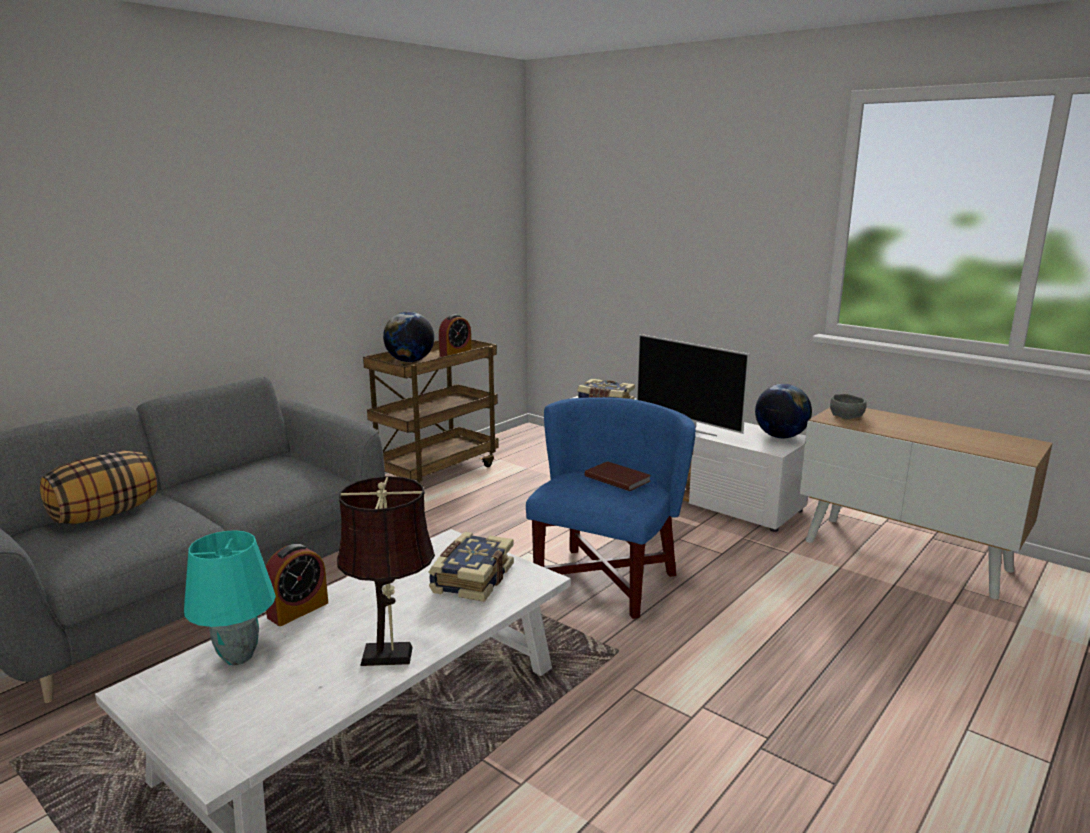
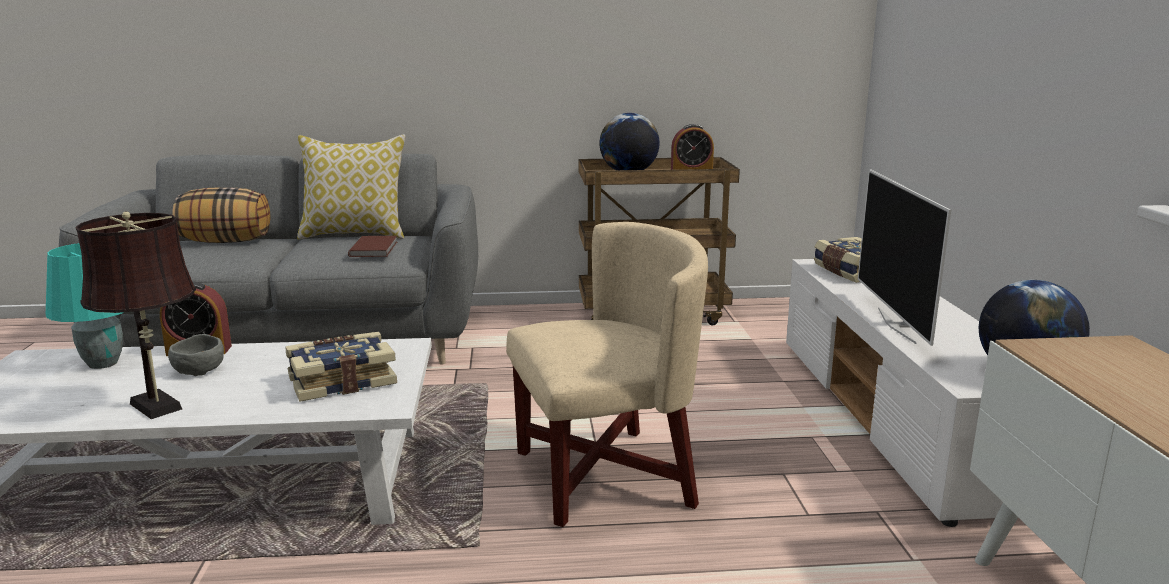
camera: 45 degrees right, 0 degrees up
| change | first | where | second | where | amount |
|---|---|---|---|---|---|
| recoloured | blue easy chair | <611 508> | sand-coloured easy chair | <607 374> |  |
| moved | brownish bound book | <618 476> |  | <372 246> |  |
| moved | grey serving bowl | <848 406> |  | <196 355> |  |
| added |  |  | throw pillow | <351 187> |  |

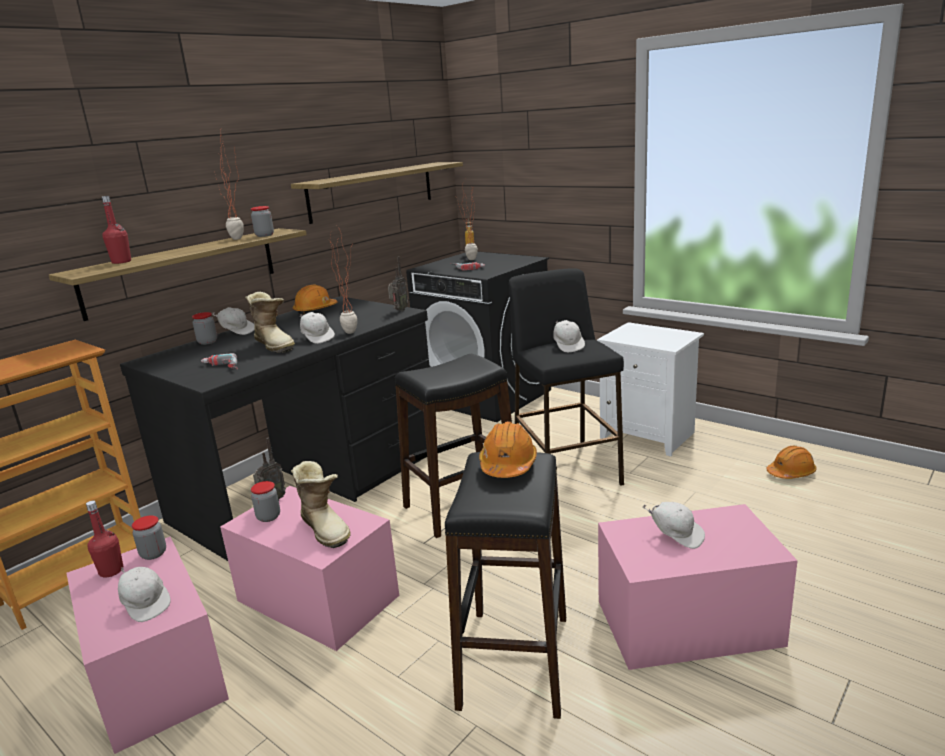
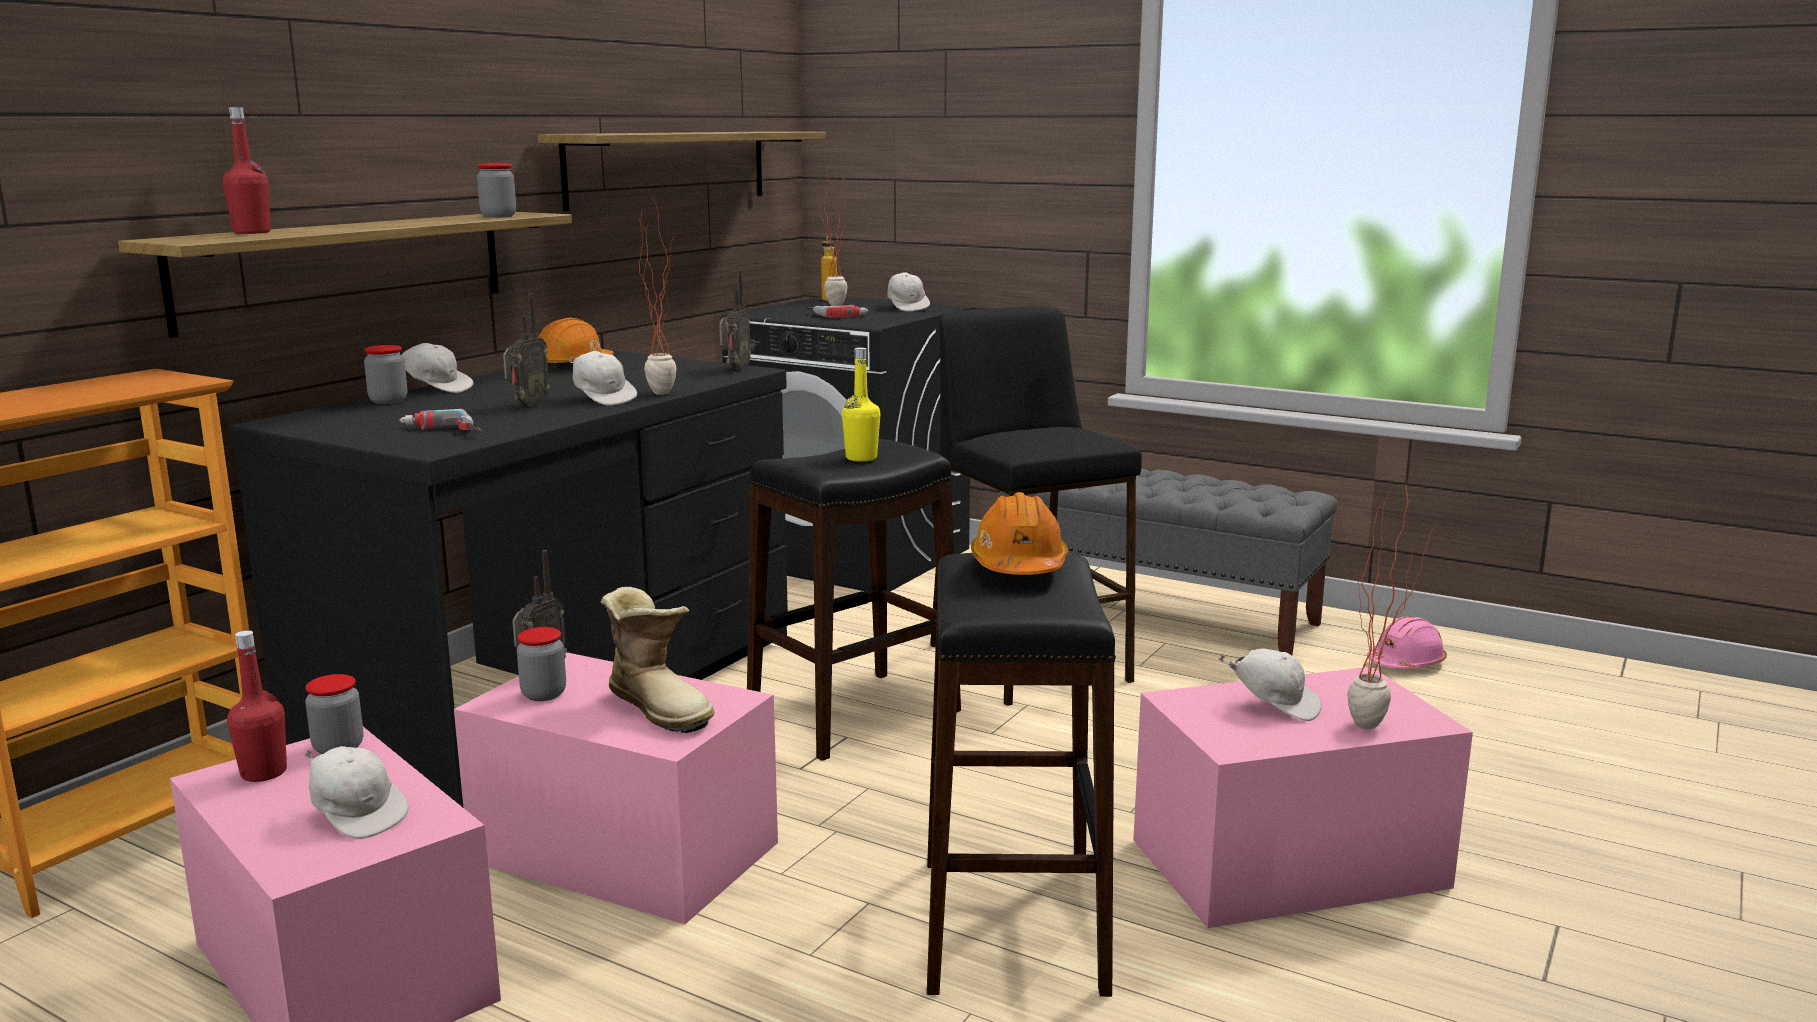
camera: 10 degrees left, 5 degrees down
| change | first | where | second | where | amount |
|---|---|---|---|---|---|
| moved | potted plant | <230 185> |  | <1392 608> |  |
| replaced | tall boot | <270 322> | radio | <526 350> |  |
| moved | whitish peaked cap | <569 336> |  | <908 291> |  |
| replaced | whitish bedside table | <650 389> | grey indoor bench | <1169 561> |  |
| recoloured | orange safety helmet | <792 462> | pinkish safety helmet | <1407 642> |  |
| added |  |  | yellow-coloured bottle | <861 405> |  |

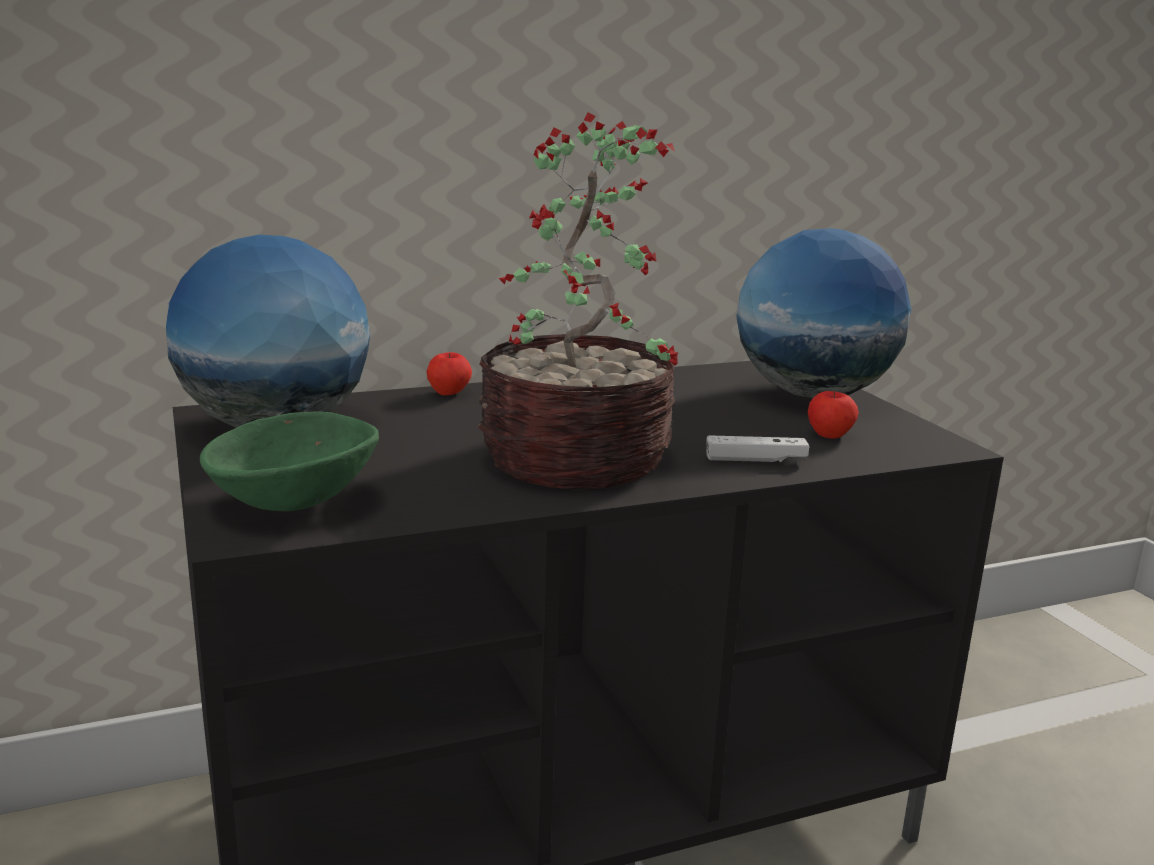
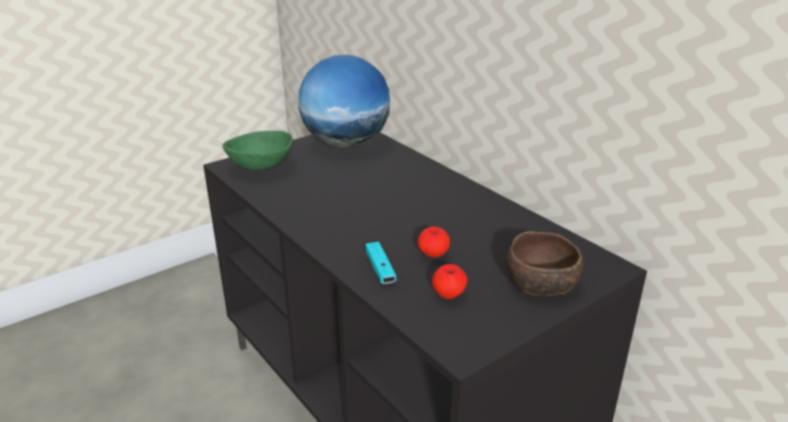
camera: 75 degrees right, 10 degrees up
| change | first | where | second | where | amount |
|---|---|---|---|---|---|
| moved | whole apple | <449 373> |  | <433 242> |  |
| removed | potted plant | <578 301> |  |  |  |
| recoloured | whitish game controller | <757 448> | turquoise-coloured game controller | <380 263> |  |
| replaced | globe | <823 313> | brownish serving bowl | <545 263> |  |

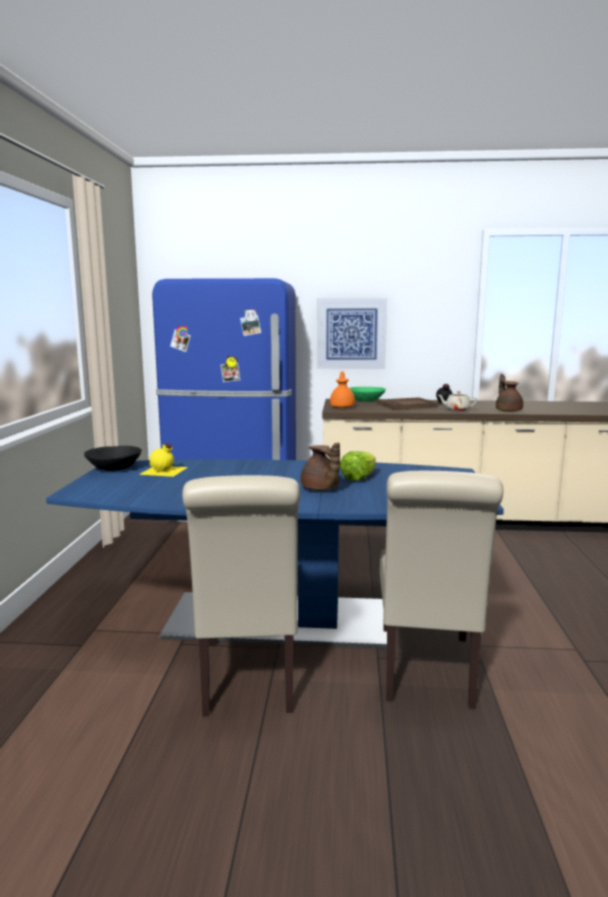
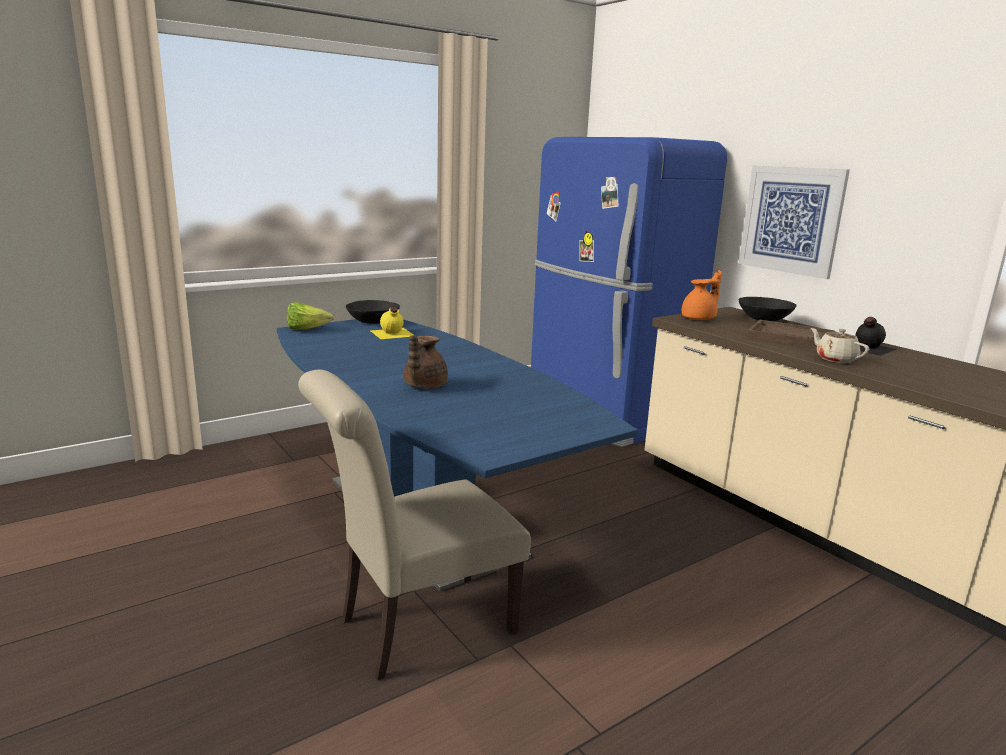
camera: 50 degrees right, 5 degrees up
| change | first | where | second | where | amount |
|---|---|---|---|---|---|
| removed | sand-coloured plain chair | <241 595> |  |  |  |
| moved | head of lettuce | <357 466> |  | <310 316> |  |
| recoloured | greenish serving bowl | <368 394> | blackish serving bowl | <767 309> |  |
| removed | brownish pot for tea | <509 393> |  |  |  |

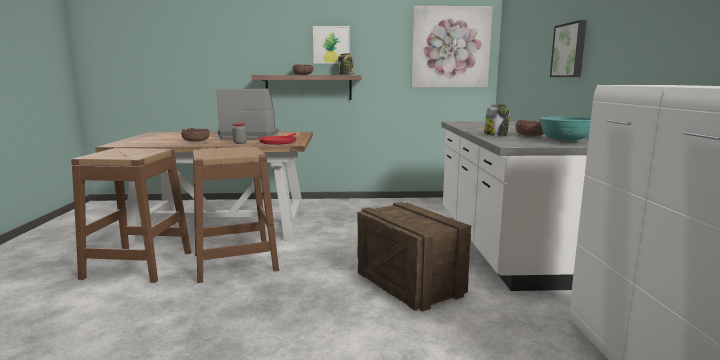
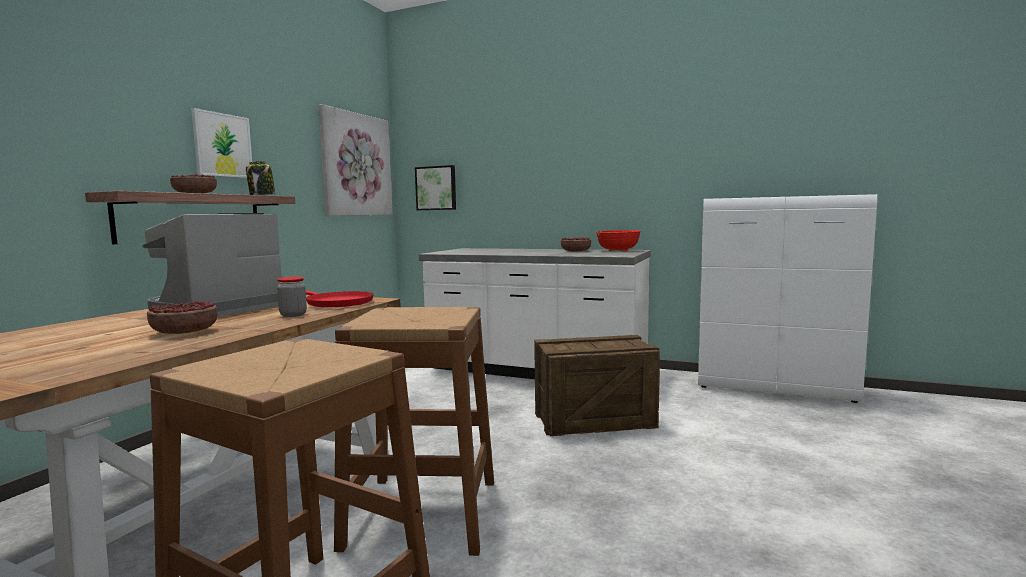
camera: 65 degrees left, 5 degrees down
| change | first | where | second | where | amount |
|---|---|---|---|---|---|
| removed | preserve jar | <497 120> |  |  |  |
| recoloured | turquoise-coloured serving bowl | <565 129> | red-coloured serving bowl | <618 240> |  |
| moved | wall picture | <568 48> |  | <435 187> |  |

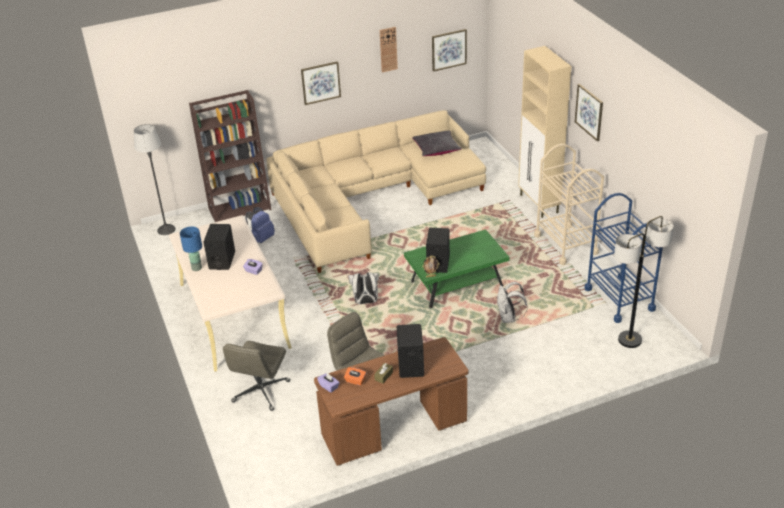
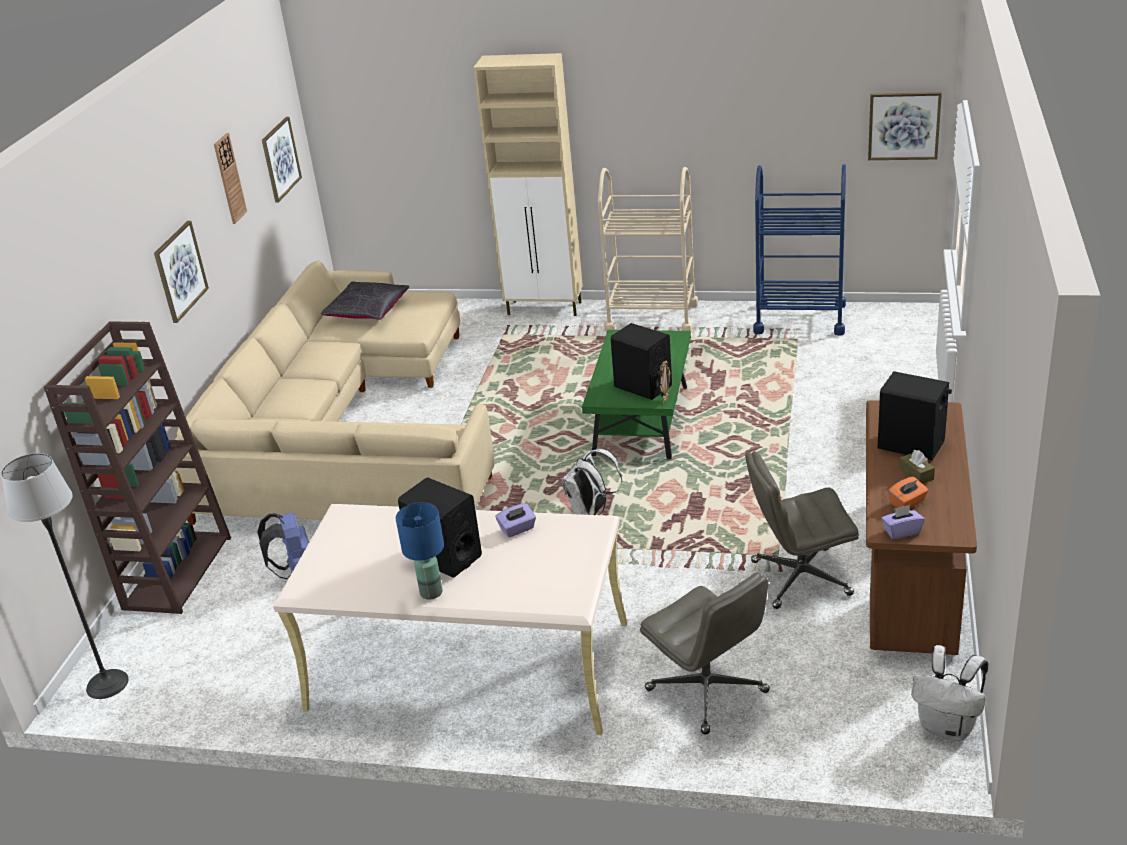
camera: 55 degrees left, 5 degrees down
| change | first | where | second | where | amount |
|---|---|---|---|---|---|
| moved | whitish knapsack | <512 302> |  | <949 693> |  |
| moved | wall picture | <589 112> |  | <905 126> |  |
| removed | standard lamp | <644 282> |  |  |  |

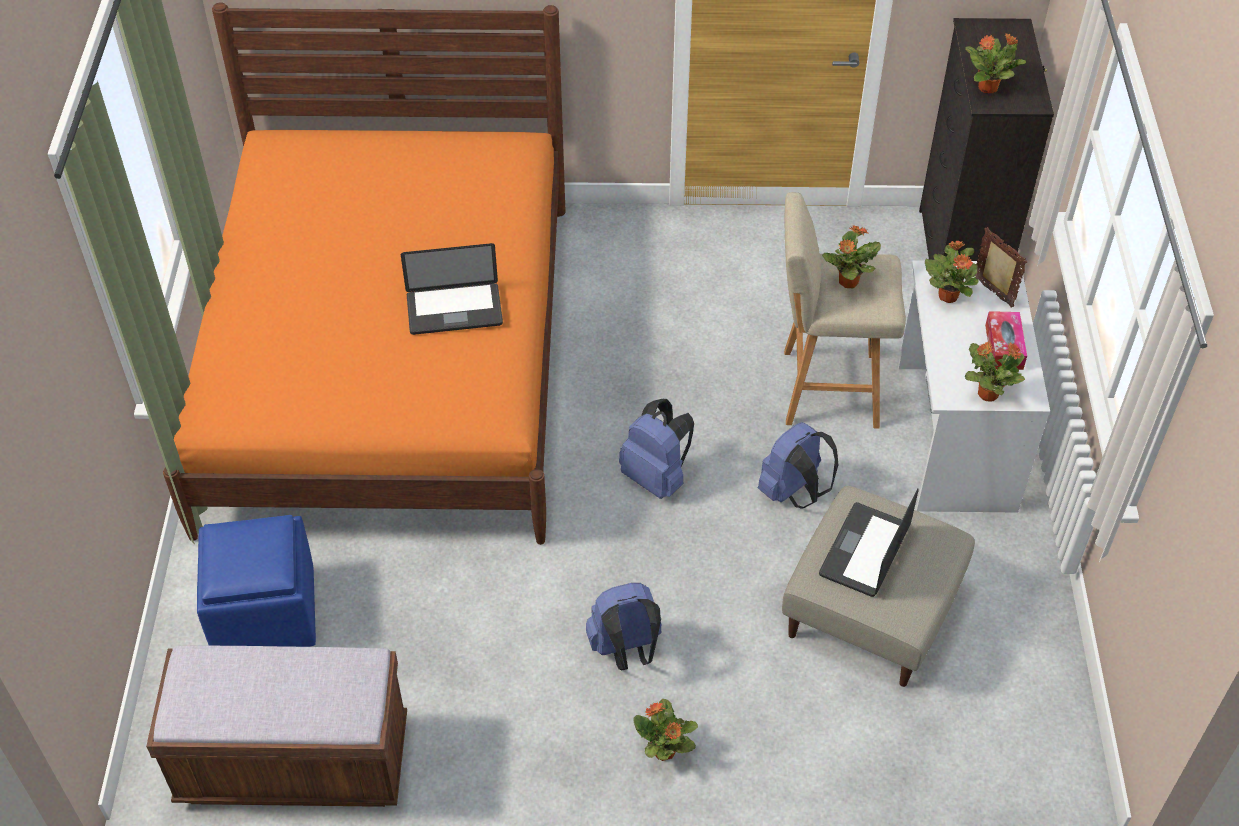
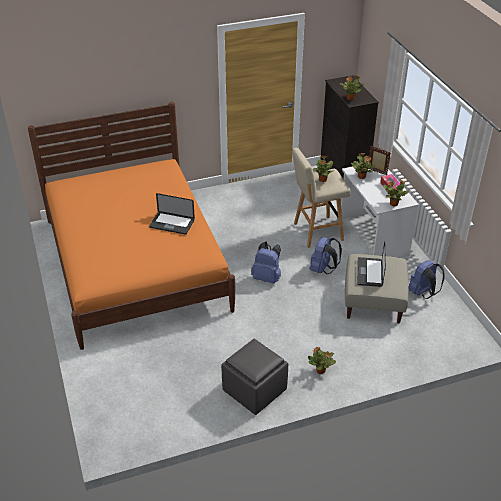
camera: 20 degrees left, 10 degrees down
| change | first | where | second | where | amount |
|---|---|---|---|---|---|
| removed | brownish indoor bench | <276 726> |  |  |  |
| removed | blue footrest | <256 581> |  |  |  |
| turned | notebook computer | <452 289> |  | <172 214> | 45 degrees clockwise |
| moved | blue knapsack | <623 626> |  | <427 279> |  |
| added |  |  | grey footrest | <254 377> |  |

